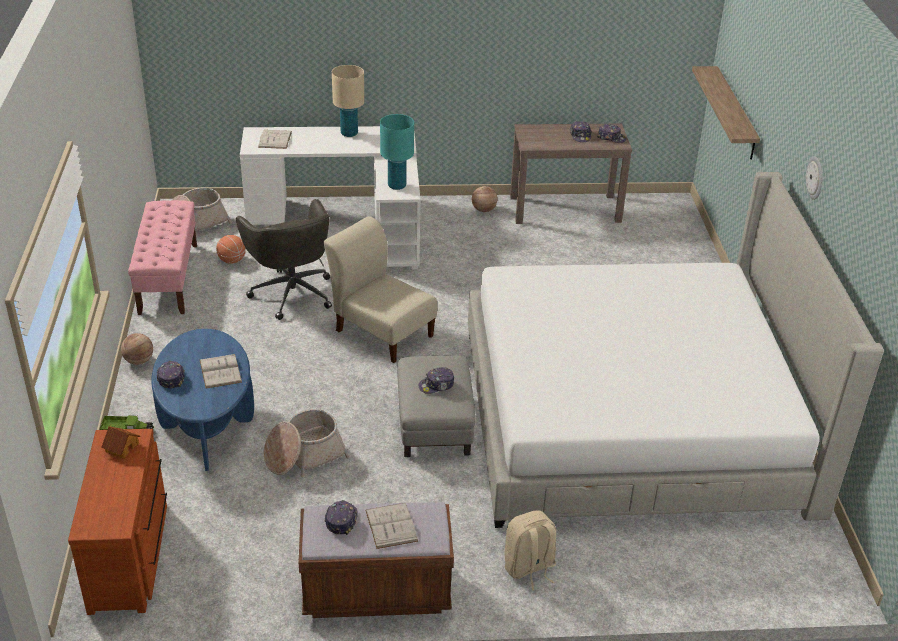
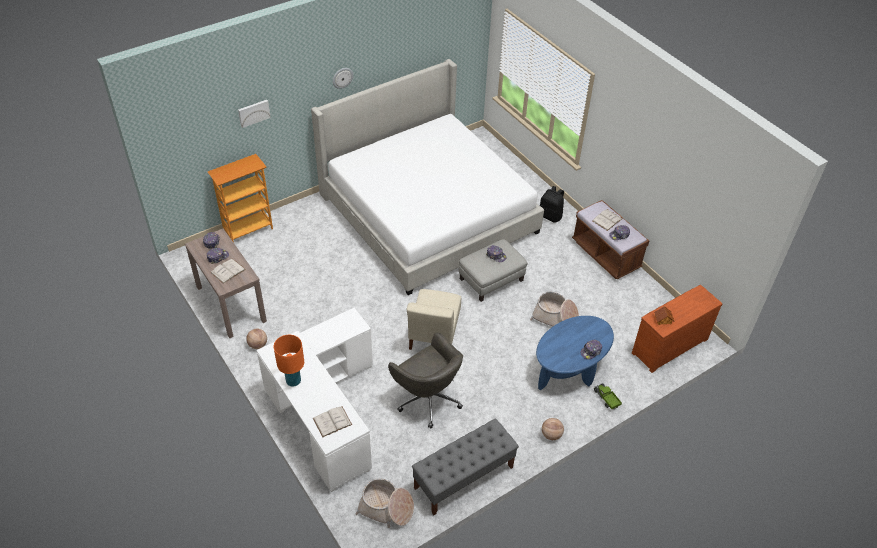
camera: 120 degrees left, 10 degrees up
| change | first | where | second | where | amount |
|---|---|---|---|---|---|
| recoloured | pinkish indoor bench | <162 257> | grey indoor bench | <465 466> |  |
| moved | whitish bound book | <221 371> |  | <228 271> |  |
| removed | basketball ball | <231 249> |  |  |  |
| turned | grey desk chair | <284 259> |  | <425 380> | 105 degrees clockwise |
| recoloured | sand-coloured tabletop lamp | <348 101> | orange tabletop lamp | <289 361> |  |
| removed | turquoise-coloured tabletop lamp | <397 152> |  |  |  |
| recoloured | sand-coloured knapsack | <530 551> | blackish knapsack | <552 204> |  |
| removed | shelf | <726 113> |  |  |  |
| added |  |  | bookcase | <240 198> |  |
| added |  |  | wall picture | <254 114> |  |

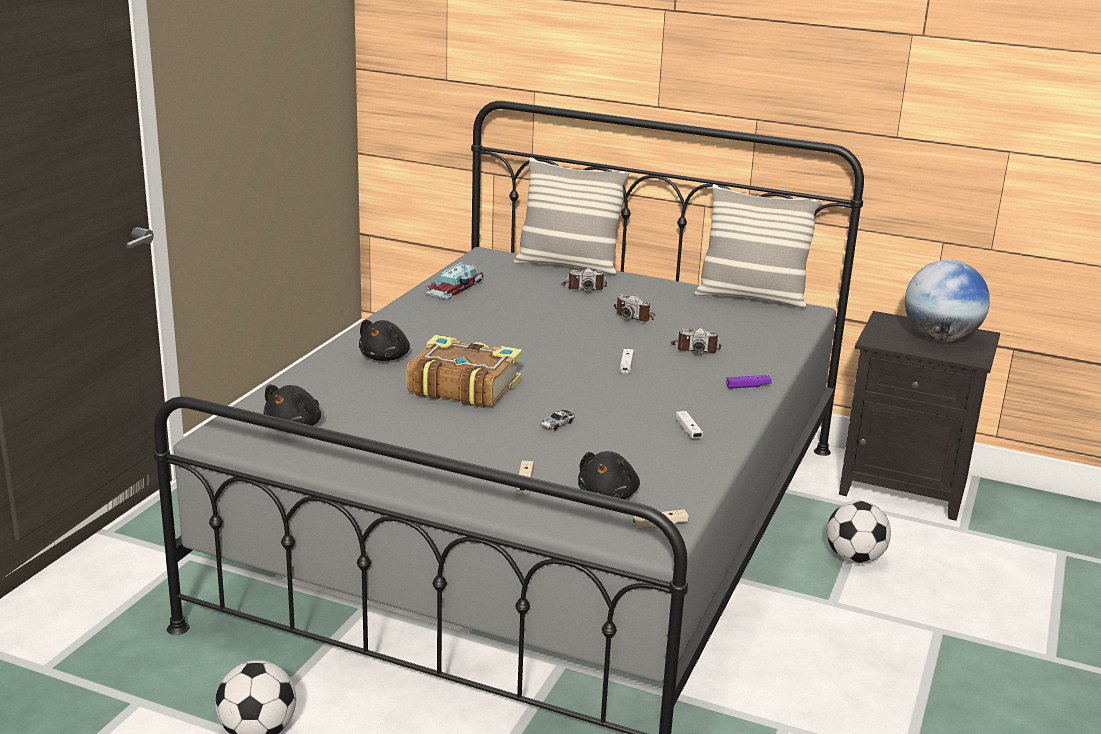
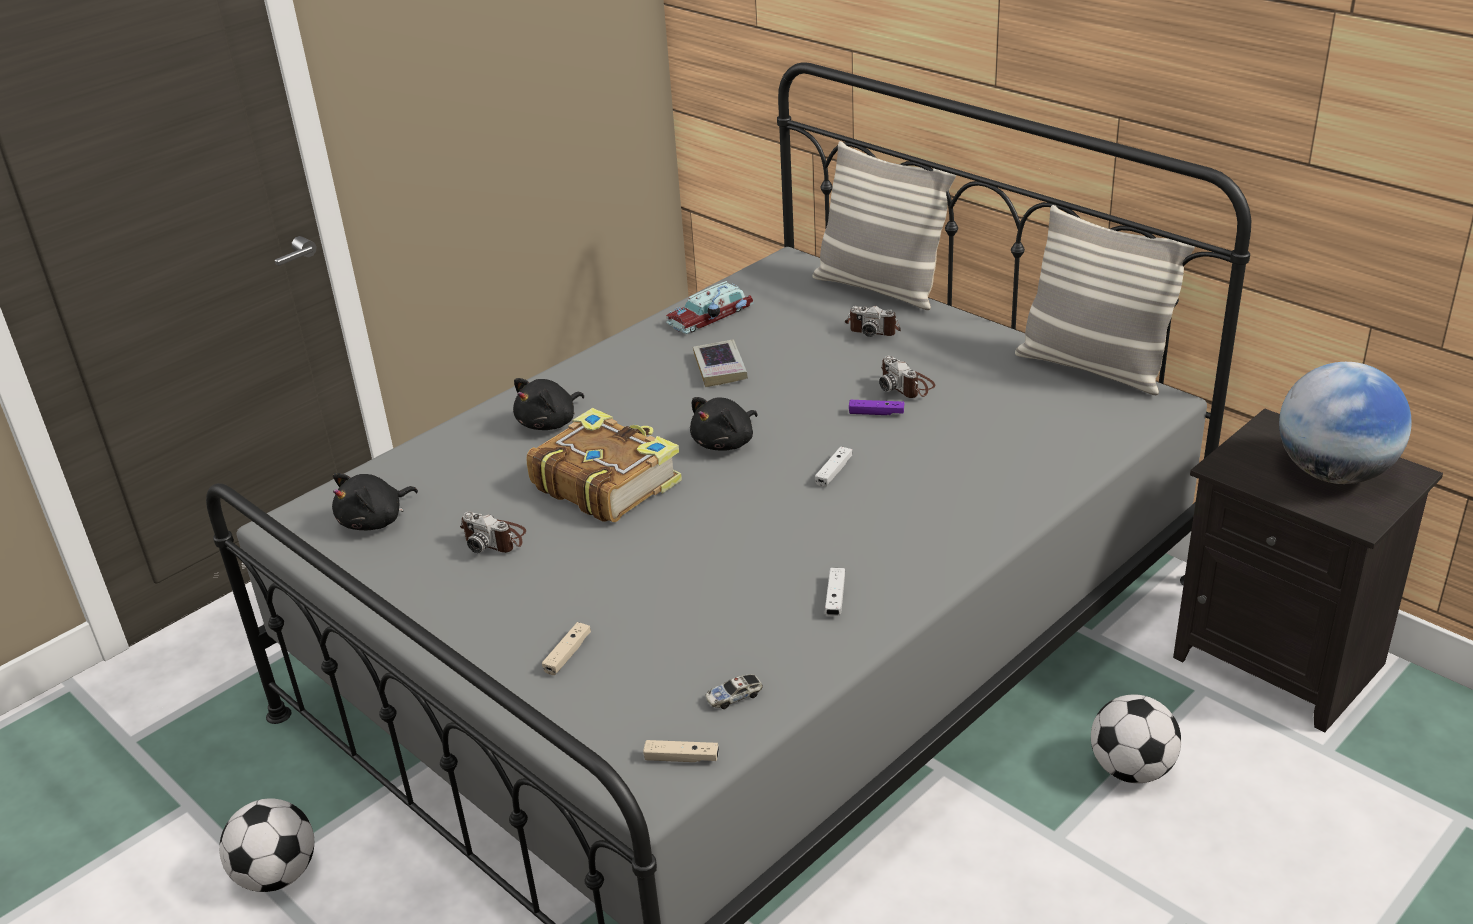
camera: 25 degrees right, 10 degrees up
| change | first | where | second | where | amount |
|---|---|---|---|---|---|
| moved | model car | <558 420> |  | <734 691> |  |
| moved | blackish cuddly toy | <609 475> |  | <724 424> |  |
| moved | photo camera | <695 340> |  | <493 532> |  |
| moved | purplish game controller | <749 382> |  | <877 407> |  |
| added |  |  | bound book | <720 363> |  |

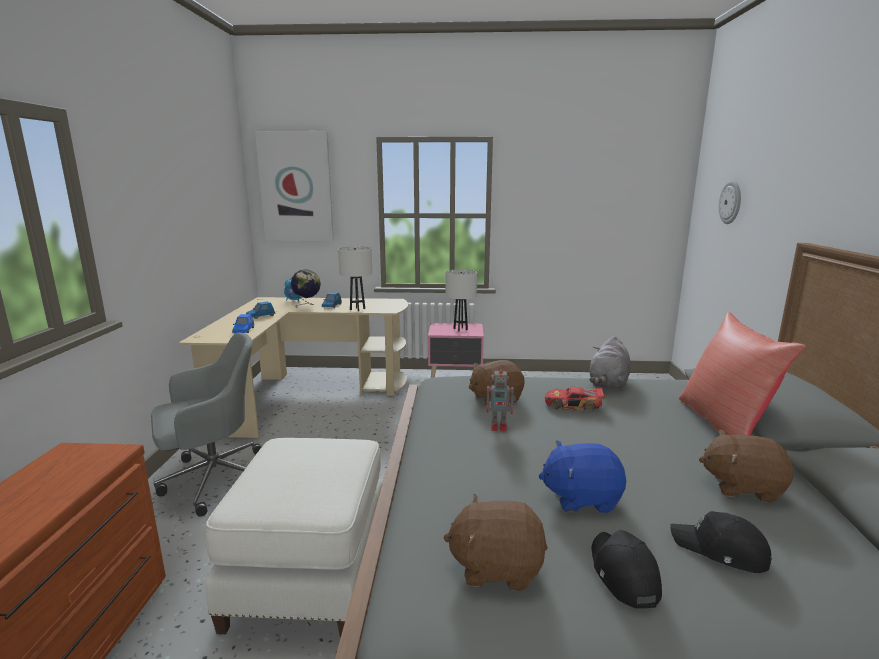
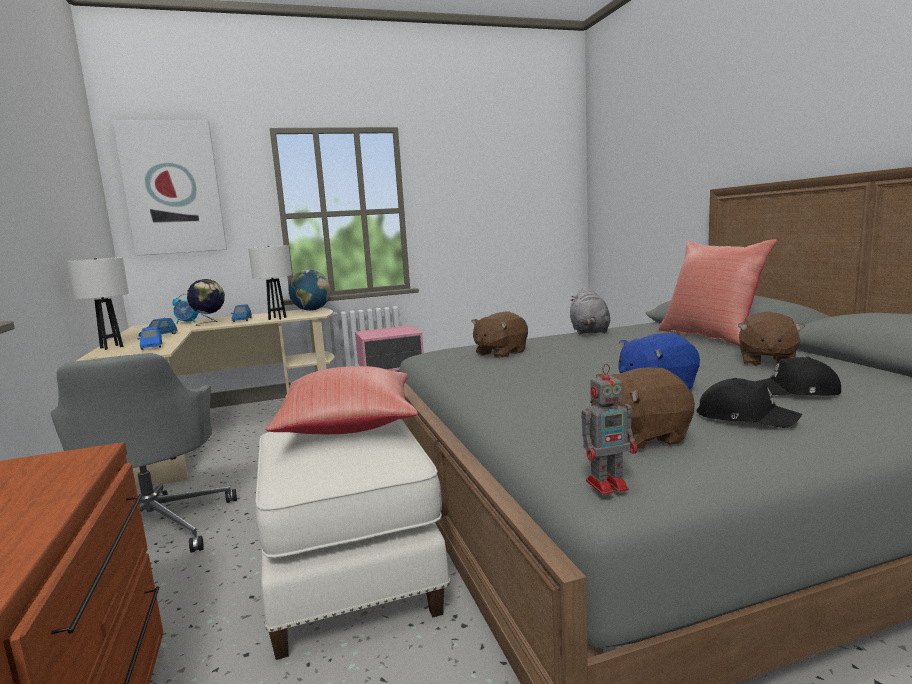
camera: 20 degrees left, 5 degrees down
| change | first | where | second | where | amount |
|---|---|---|---|---|---|
| turned | grey desk chair | <206 425> |  | <144 453> | 120 degrees clockwise |
| moved | whitish tabletop lamp | <461 300> |  | <98 303> |  |
| moved | robot figure | <501 398> |  | <609 429> |  |
| removed | model car | <575 399> |  |  |  |
| turned | blackish peaked cap | <627 569> |  | <749 403> | 150 degrees clockwise |
| turned | brownish cuddly toy | <746 466> |  | <771 338> | 60 degrees counterclockwise |
| removed | hanging clock | <730 202> |  |  |  |
| added |  |  | red-coloured throw pillow | <342 400> |  |
| added |  |  | globe | <310 290> |  |

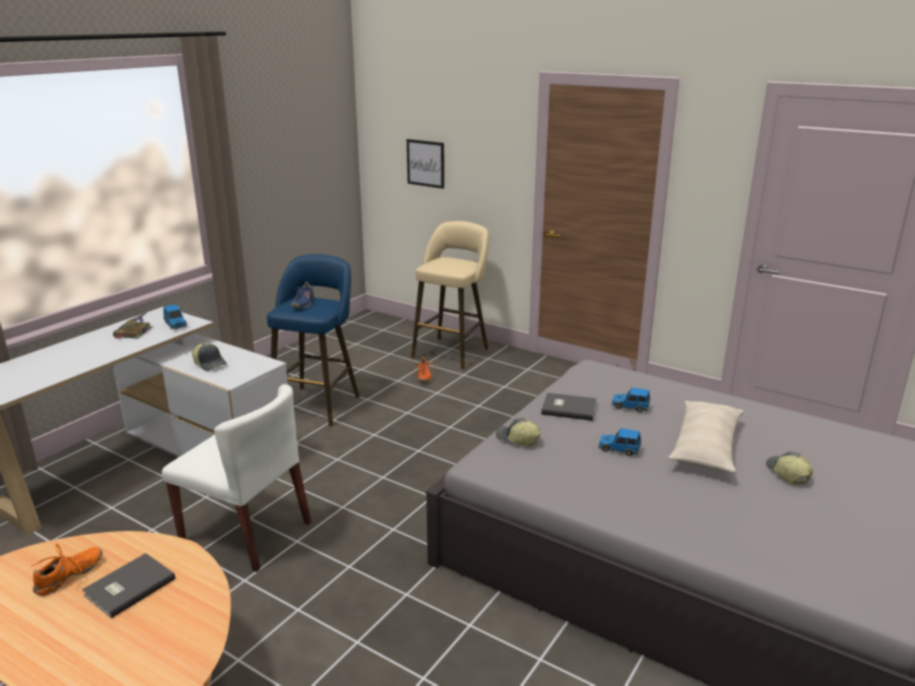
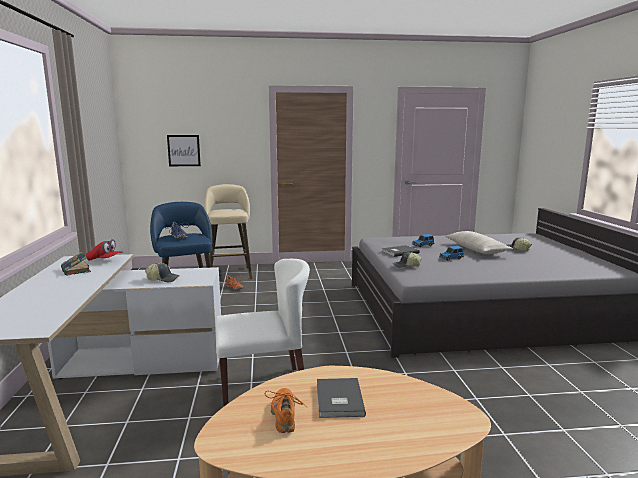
camera: 40 degrees left, 10 degrees down
| change | first | where | second | where | amount |
|---|---|---|---|---|---|
| replaced | model car | <175 316> | red-coloured peaked cap | <104 250> |  |

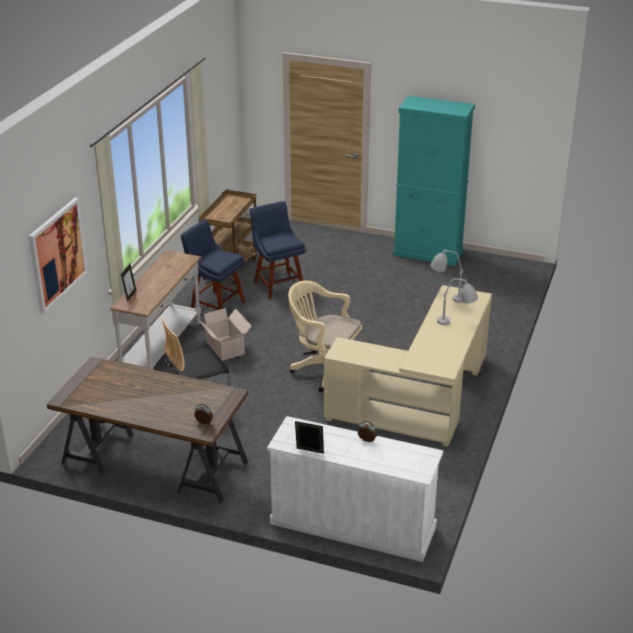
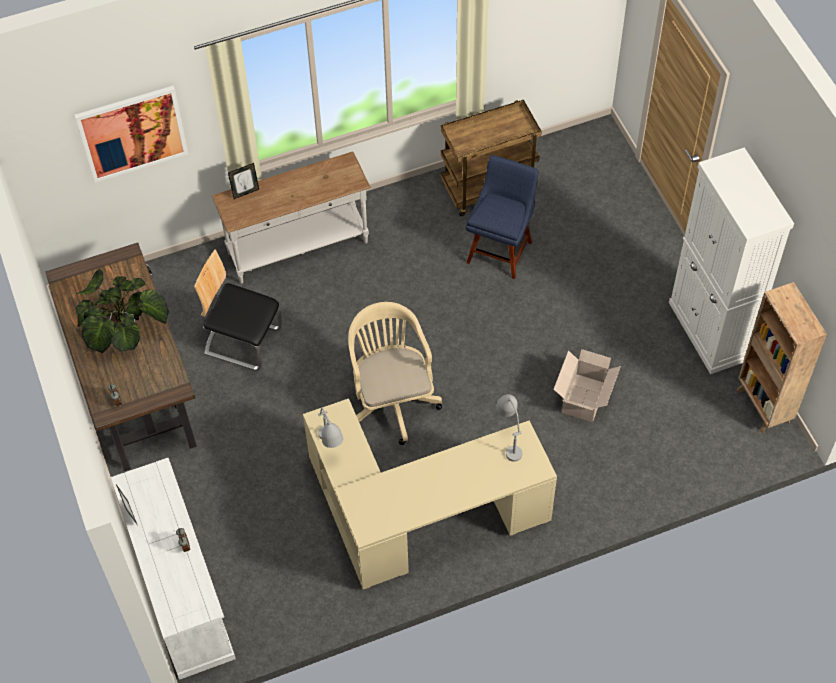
camera: 50 degrees right, 25 degrees up
| change | first | where | second | where | amount |
|---|---|---|---|---|---|
| removed | blue plain chair | <213 265> |  |  |  |
| moved | packing box | <224 334> |  | <587 385> |  |
| recoloured | turquoise-coloured storage cabinet | <434 181> | whitish storage cabinet | <731 260> |  |
| moved | grey tabletop lamp | <457 301> |  | <330 427> |  |
| added |  |  | potted plant | <122 310> |  |
| added |  |  | brownish bookcase | <781 357> |  |

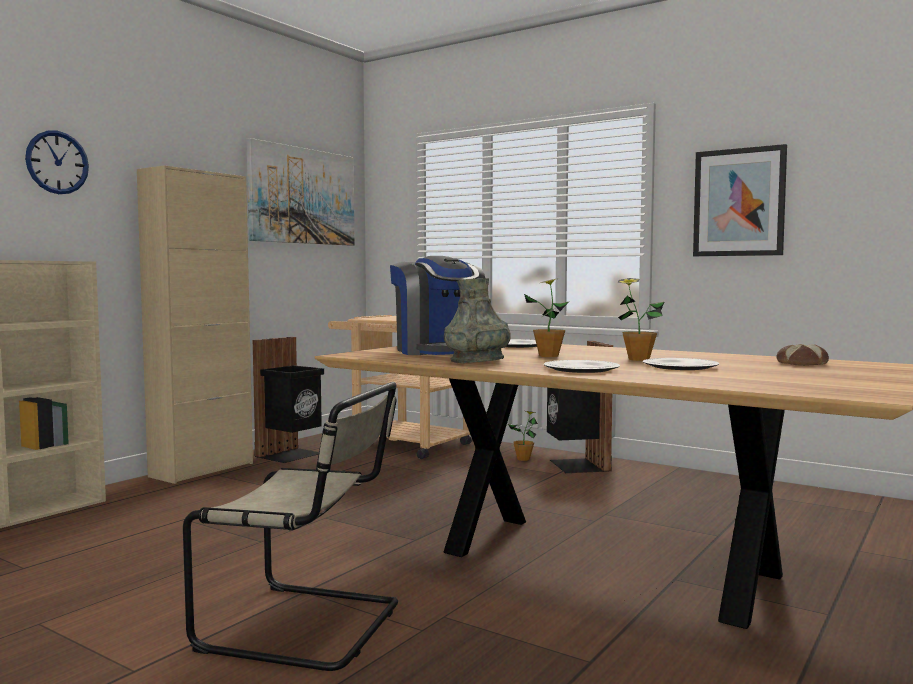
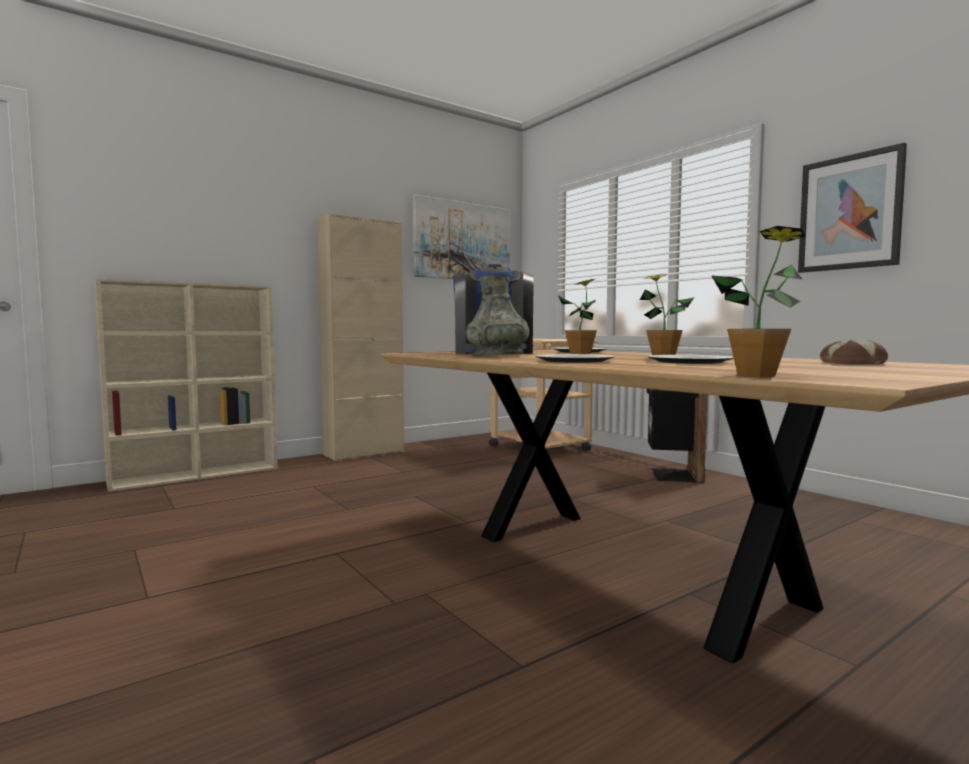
camera: 20 degrees right, 0 degrees up
| change | first | where | second | where | amount |
|---|---|---|---|---|---|
| removed | hanging clock | <57 162> |  |  |  |
| removed | sand-coloured plain chair | <290 526> |  |  |  |
| removed | blackish waste bin | <288 400> |  |  |  |
| moved | potted plant | <523 436> |  | <758 301> |  |

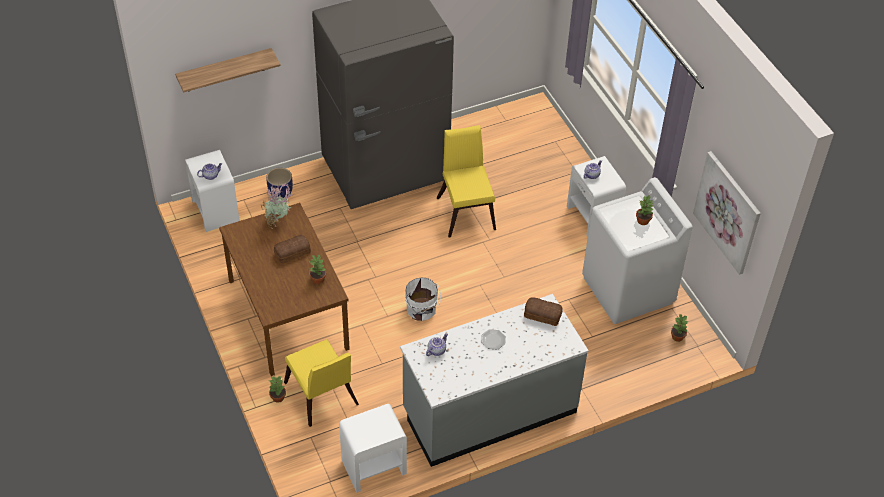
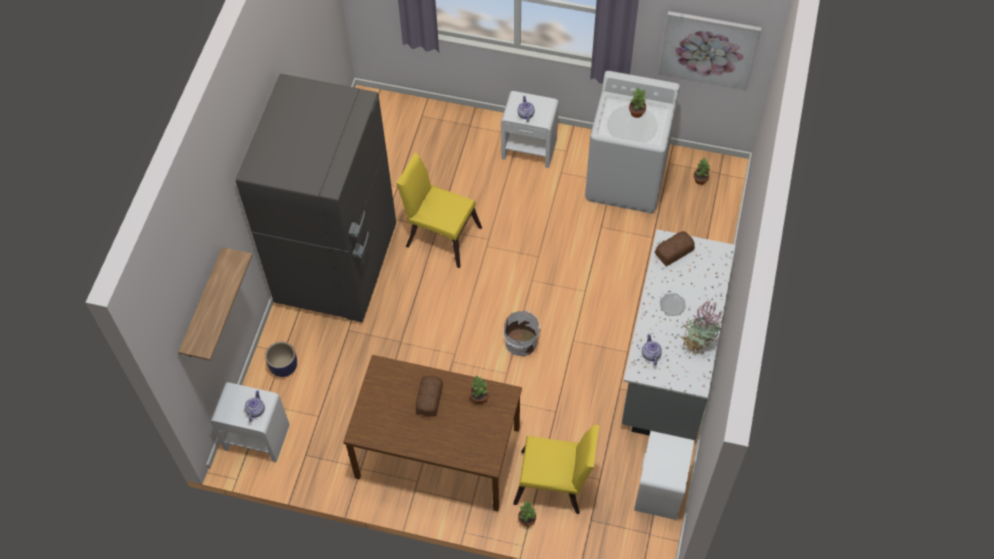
camera: 50 degrees left, 10 degrees up
| change | first | where | second | where | amount |
|---|---|---|---|---|---|
| moved | potted plant | <277 206> |  | <701 327> |  |

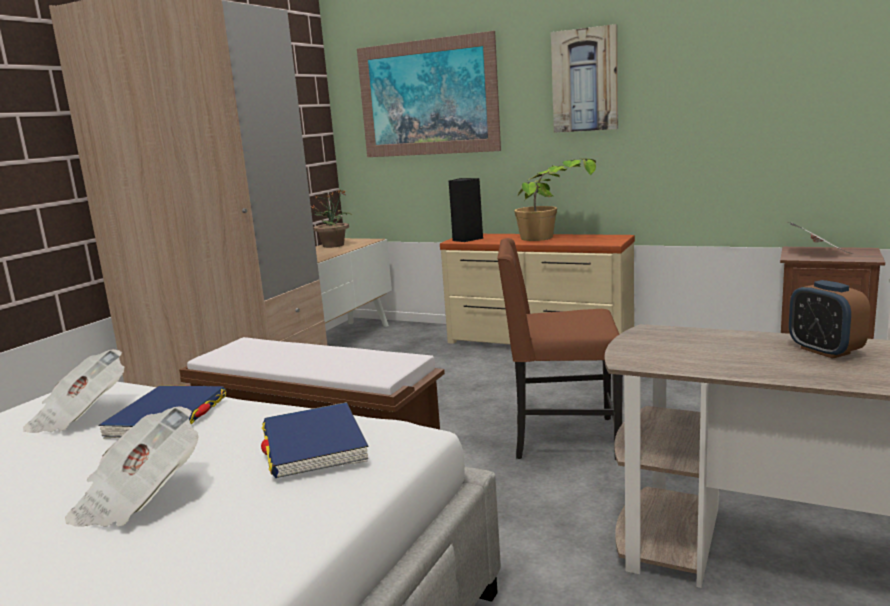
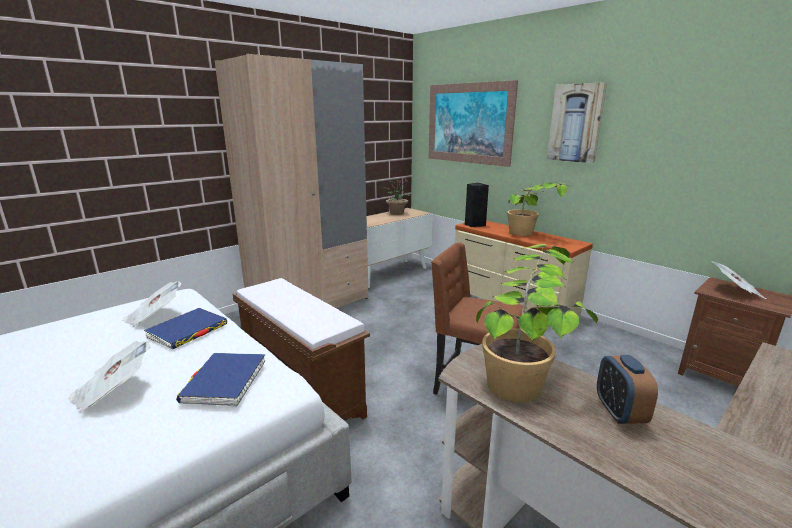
camera: 20 degrees right, 5 degrees up
| change | first | where | second | where | amount |
|---|---|---|---|---|---|
| added |  |  | potted plant | <537 323> |  |

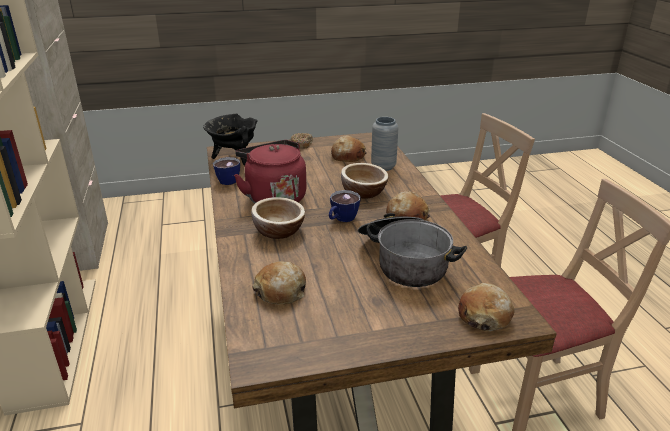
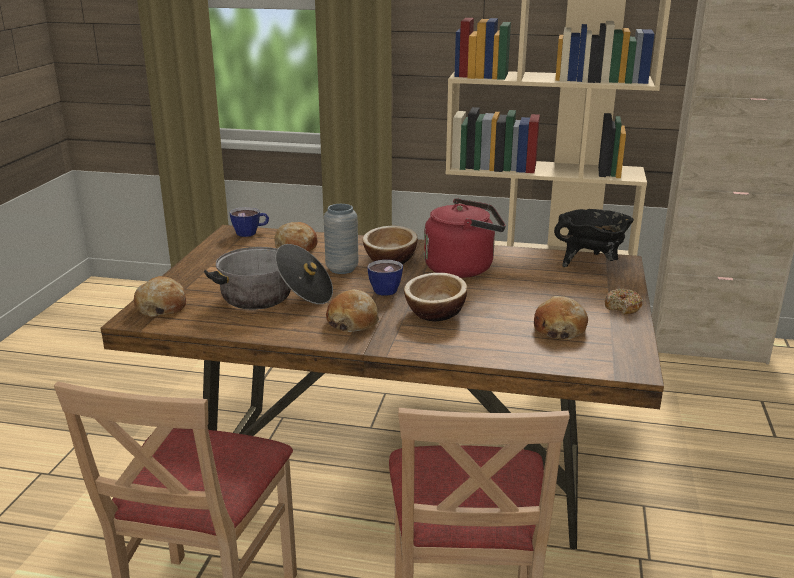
camera: 115 degrees right, 5 degrees down
| change | first | where | second | where | amount |
|---|---|---|---|---|---|
| moved | small cup | <226 171> |  | <249 222> |  |
| moved | grey decorative vase | <385 144> |  | <341 239> |  |

